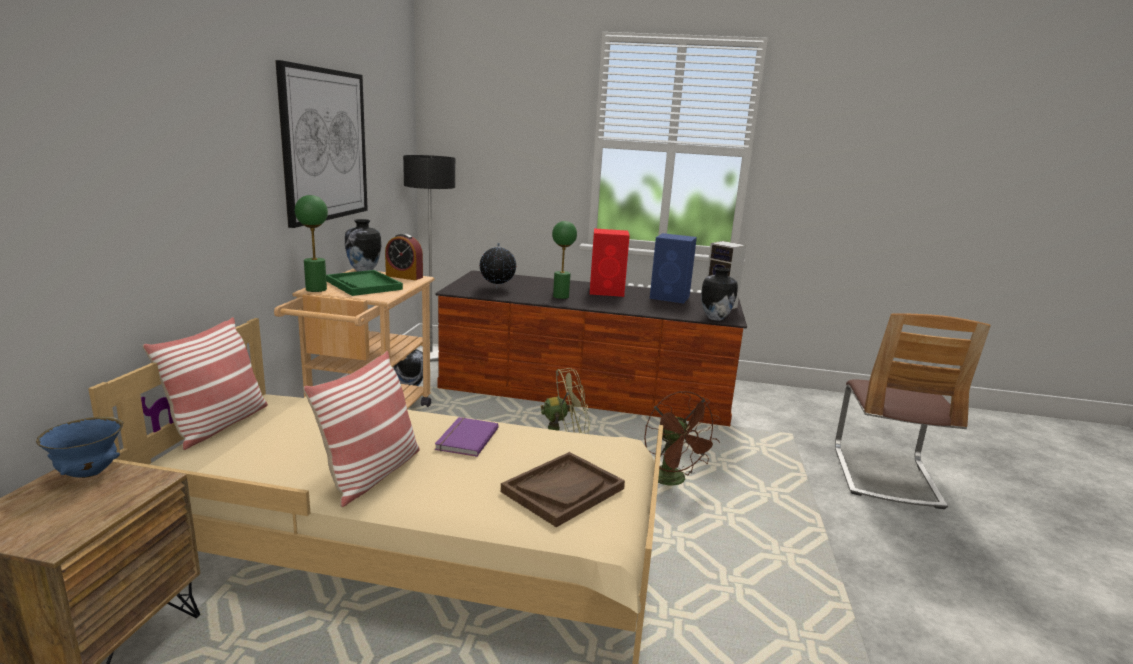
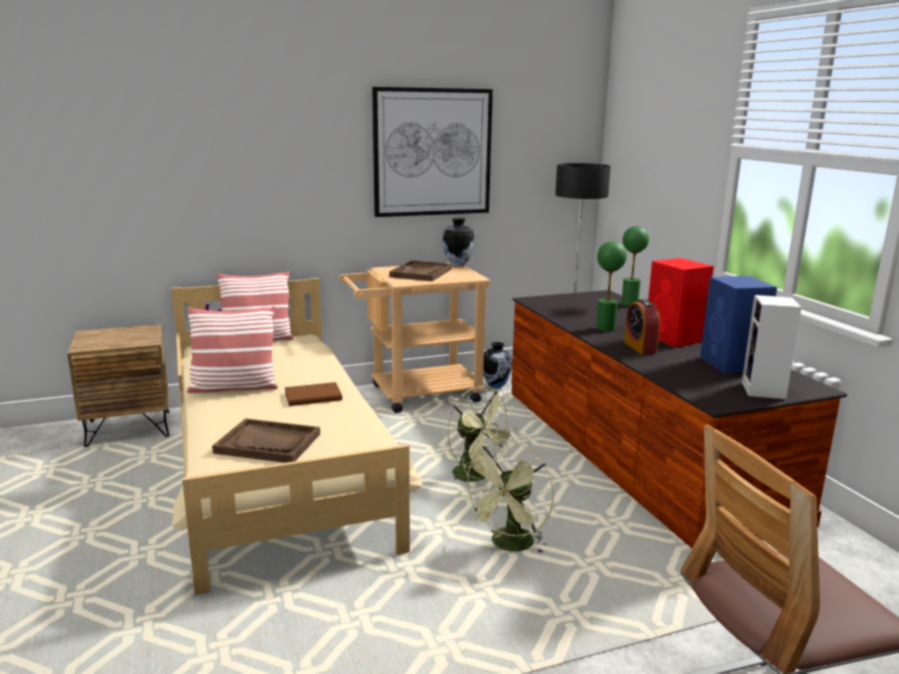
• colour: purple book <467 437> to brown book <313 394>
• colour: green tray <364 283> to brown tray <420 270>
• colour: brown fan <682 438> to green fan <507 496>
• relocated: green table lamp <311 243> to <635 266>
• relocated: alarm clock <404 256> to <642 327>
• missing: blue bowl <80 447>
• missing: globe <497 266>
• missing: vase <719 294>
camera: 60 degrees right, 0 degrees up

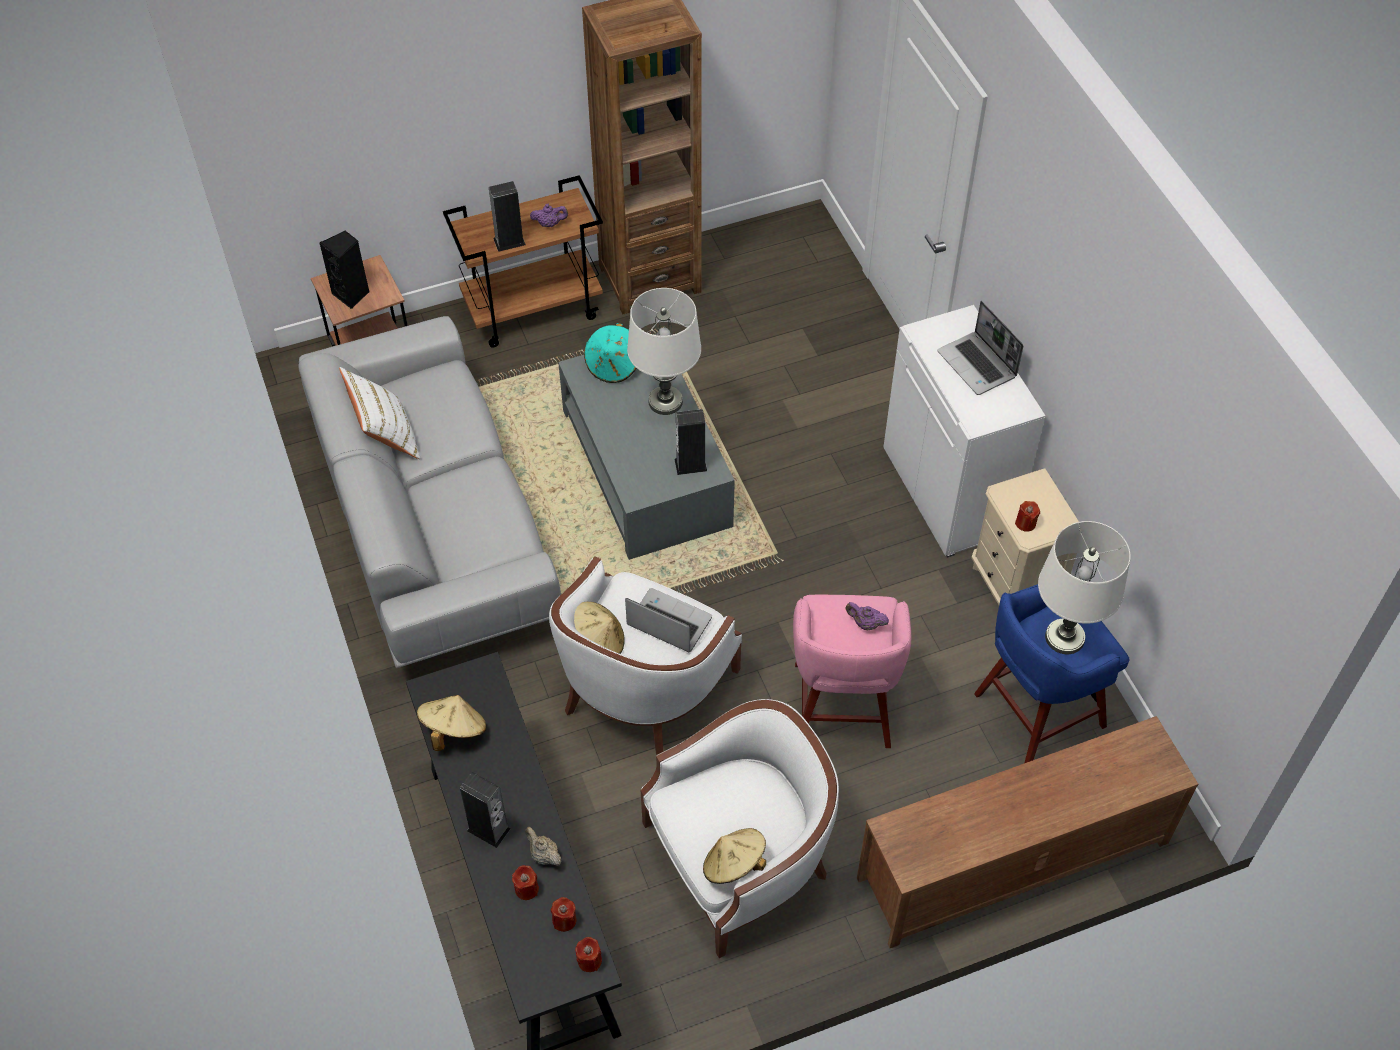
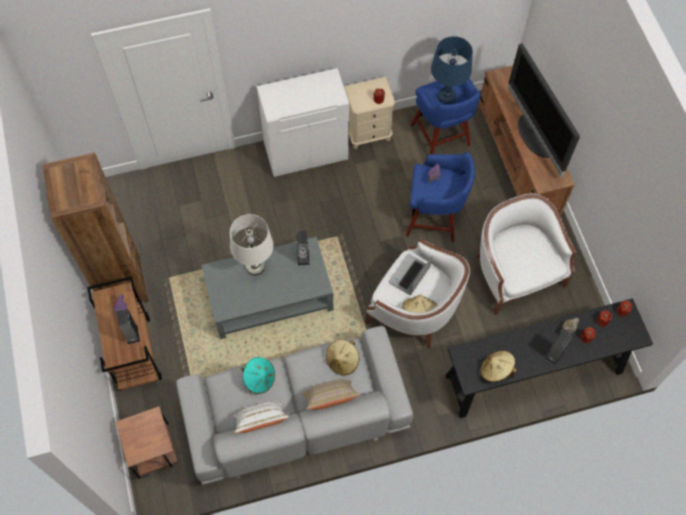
• relocated: turquoise hat <610 353> to <258 375>
• appeared: beige pillow <330 394>
• relocated: beige hat <734 856> to <342 357>
• colour: pink stool <852 671> to blue stool <440 197>
• colour: white table lamp <1084 587> to blue table lamp <452 70>
• appeared: television <544 110>
• missing: black speaker <344 270>
• missing: laptop <980 348>
camera: 85 degrees left, 10 degrees up

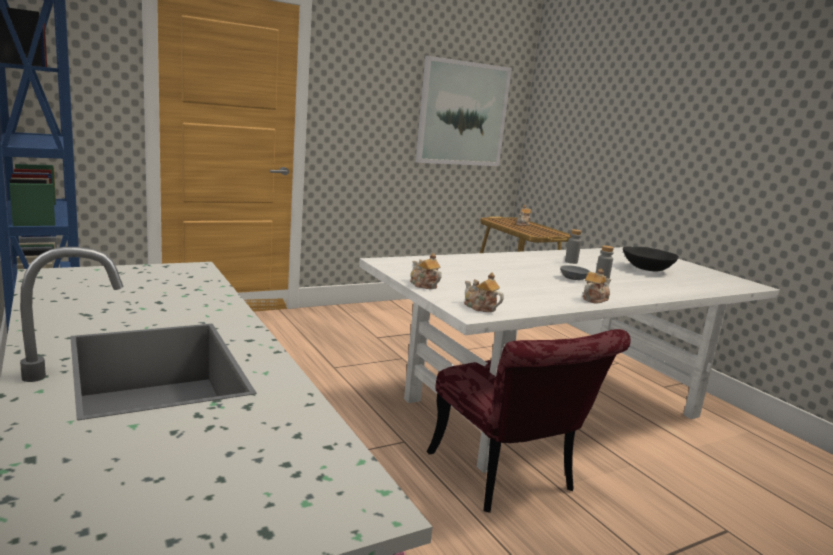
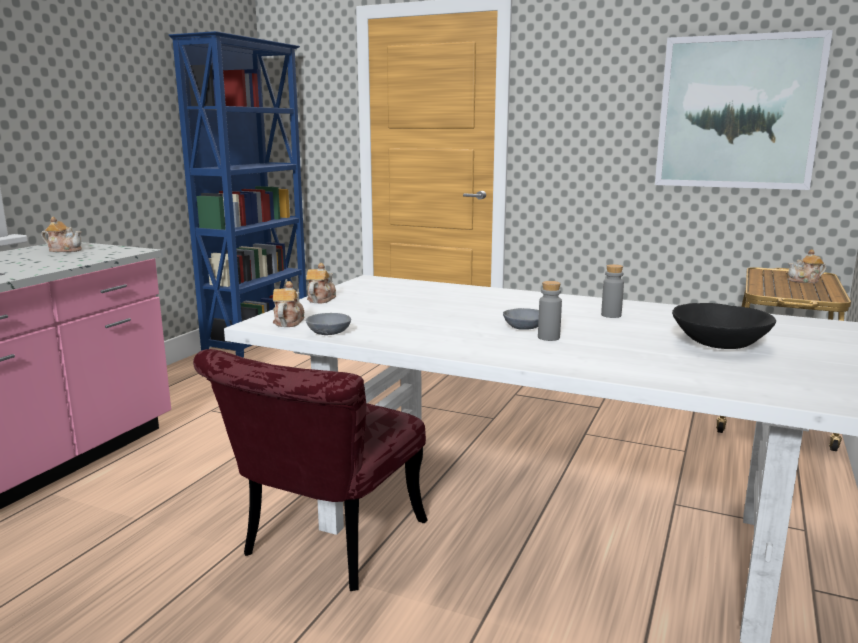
• relocated: teapot <596 285> to <61 234>
• appeared: grey bowl <328 324>
camera: 55 degrees right, 0 degrees up

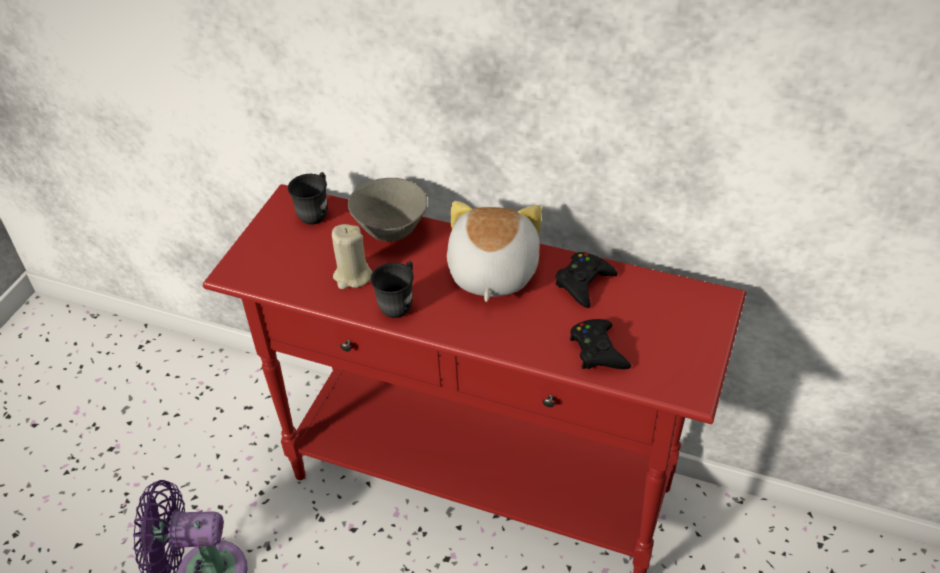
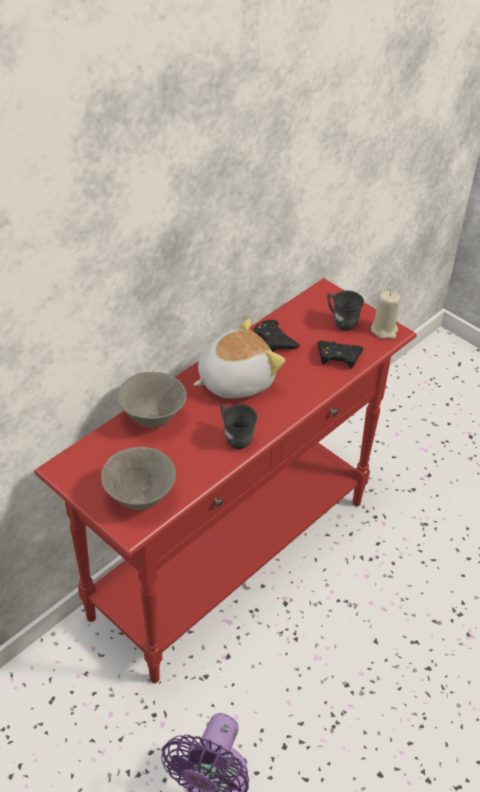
• appeared: grey bowl <138 478>
• spun: plush toy <494 251> = <239 358> 120 degrees clockwise
• relocated: grey mug <307 198> to <345 310>
• relocated: beige candle <352 256> to <386 315>
camera: 70 degrees left, 0 degrees up

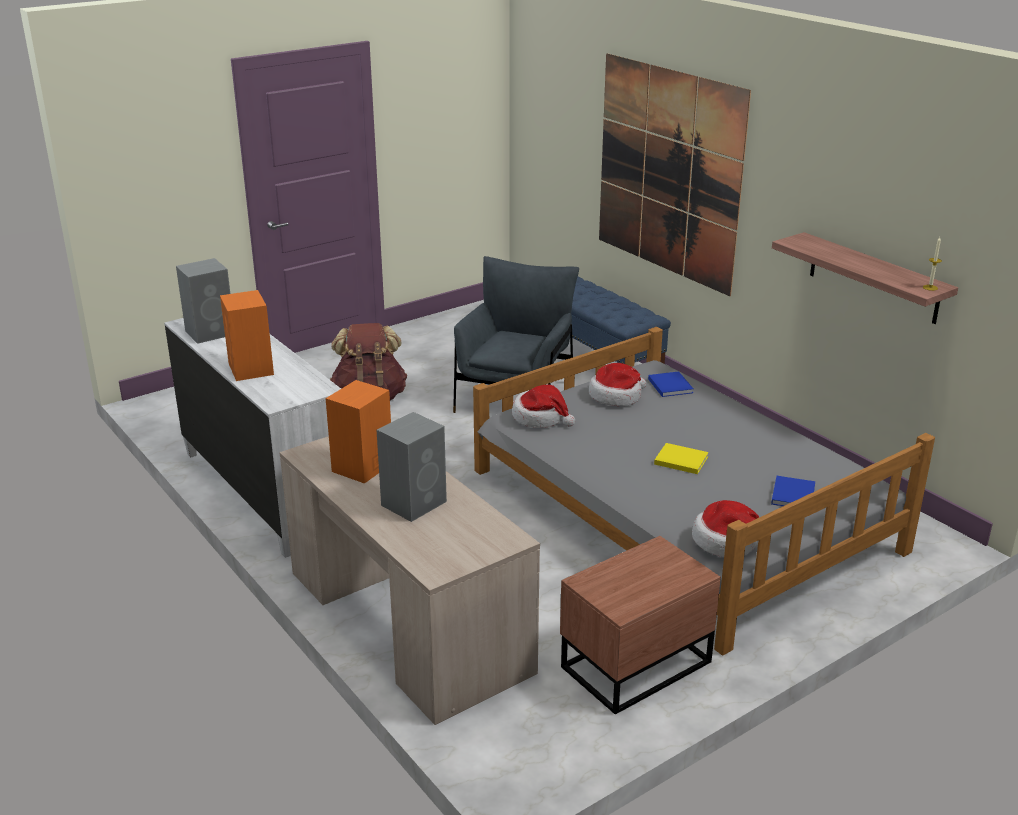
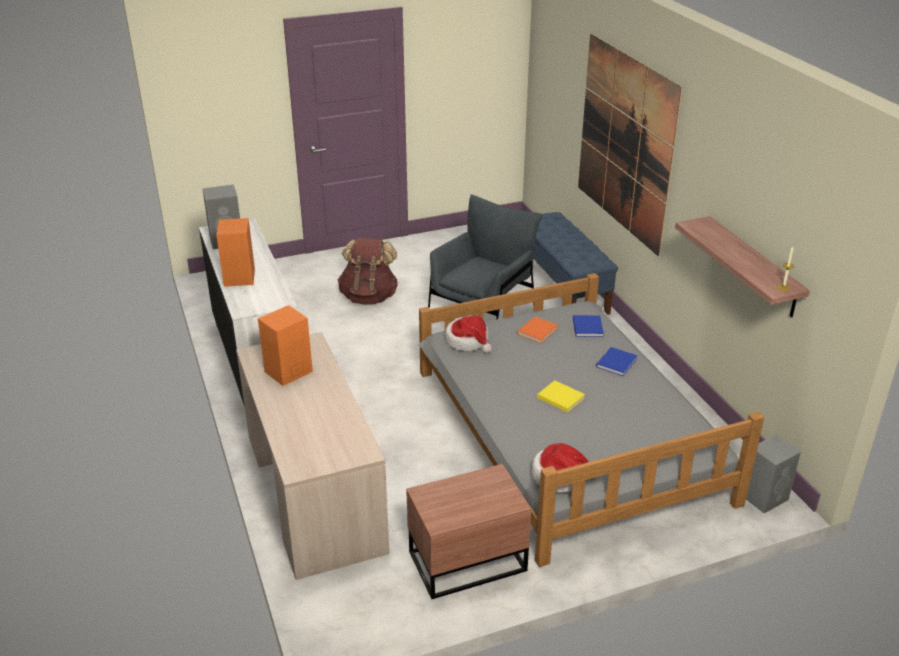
• exchanged: hat <617 384> to orange book <537 330>
• relocated: blue book <793 491> to <617 361>
• relocated: grey speaker <412 467> to <773 474>
camera: 15 degrees right, 5 degrees up

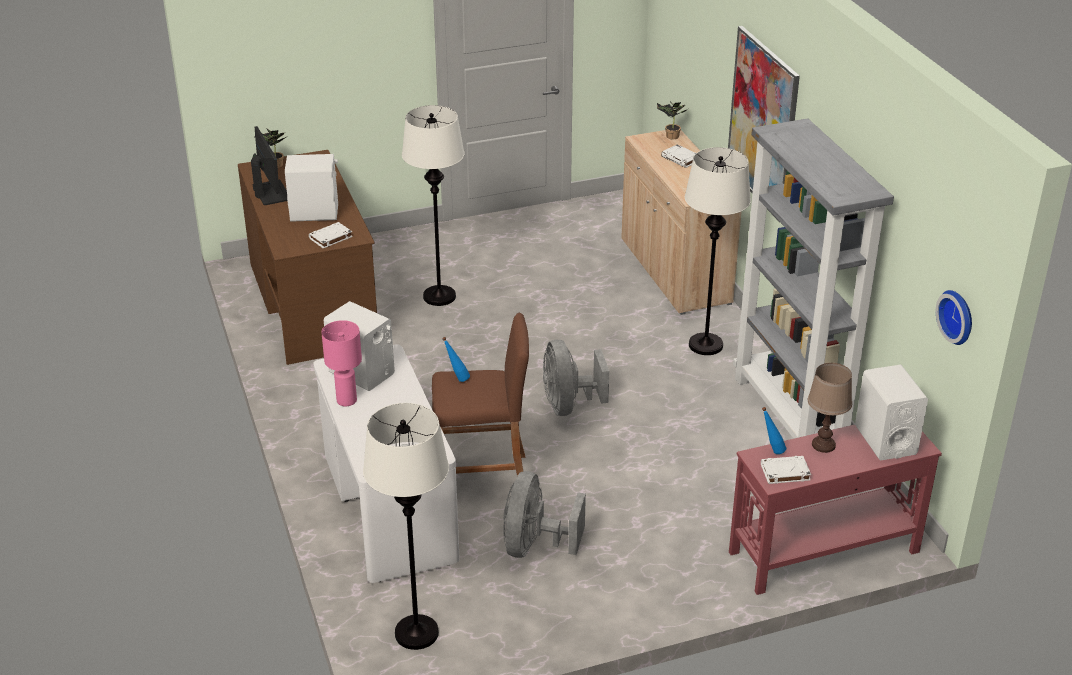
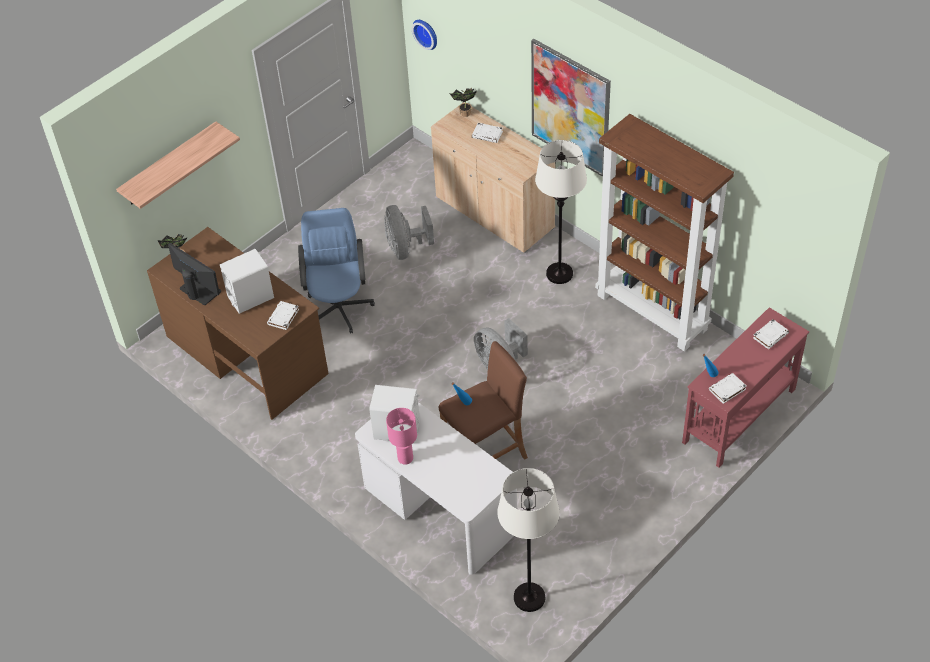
• appeared: shelf <178 165>
• exchanged: white floor lamp <433 205> to blue office chair <336 271>
• relocated: grey fan <544 514> to <409 232>
• relocated: wall clock <954 317> to <424 35>
• colour: grey bookcase <813 278> to brown bookcase <664 232>
• exchanged: white speaker <891 412> to white book <771 334>
• missing: brown table lamp <830 408>
camera: 25 degrees left, 15 degrees up

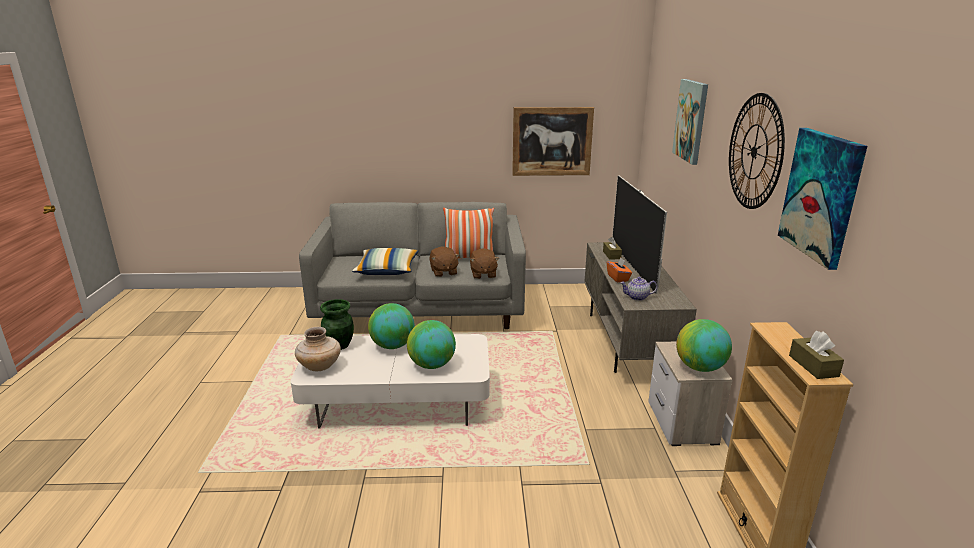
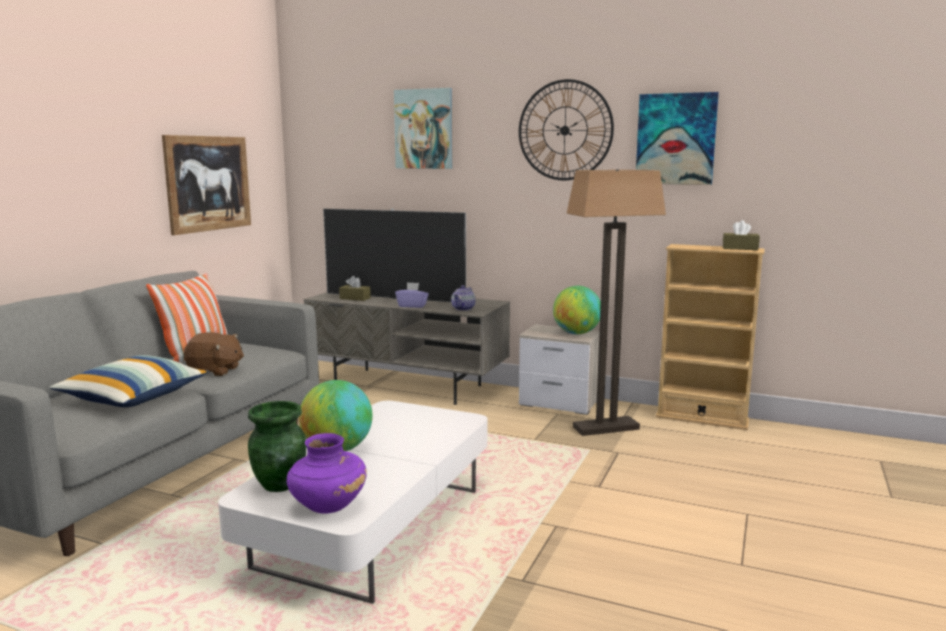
• colour: beige vase <318 349> to purple vase <327 473>
• colour: orange tissue box <619 269> to purple tissue box <412 295>
• appeared: floor lamp <616 302>
• missing: globe <431 344>
• missing: brown plush toy <484 263>
camera: 65 degrees left, 10 degrees down

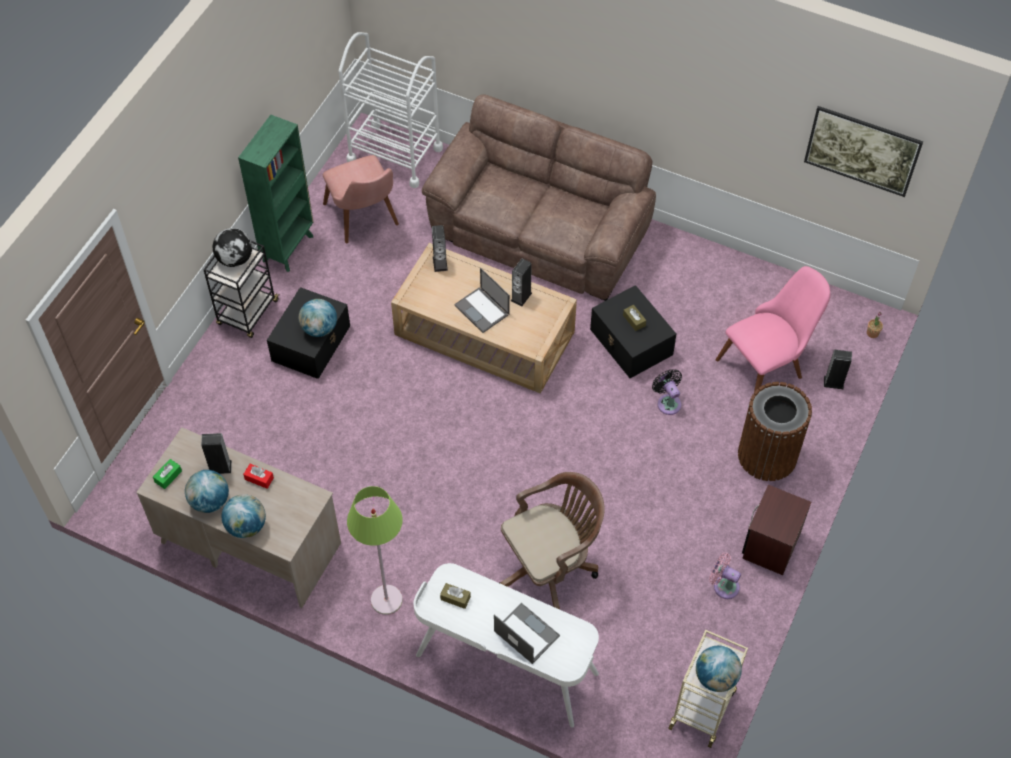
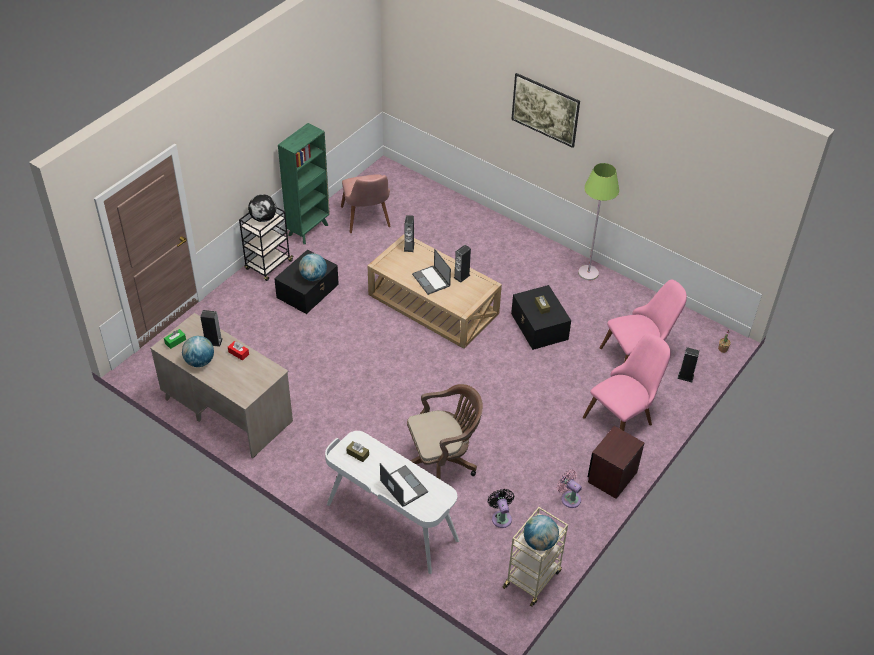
• relocated: black fan <667 392> to <501 508>
• relocated: picture <863 151> to <545 110>
• relocated: green floor lamp <375 550> to <598 221>
• exchanged: brown trash can <775 431> to pink chair <627 382>
• missing: globe <244 516>
• missing: white cart <391 110>
• missing: brown sofa <539 197>
camera: 10 degrees right, 10 degrees down

